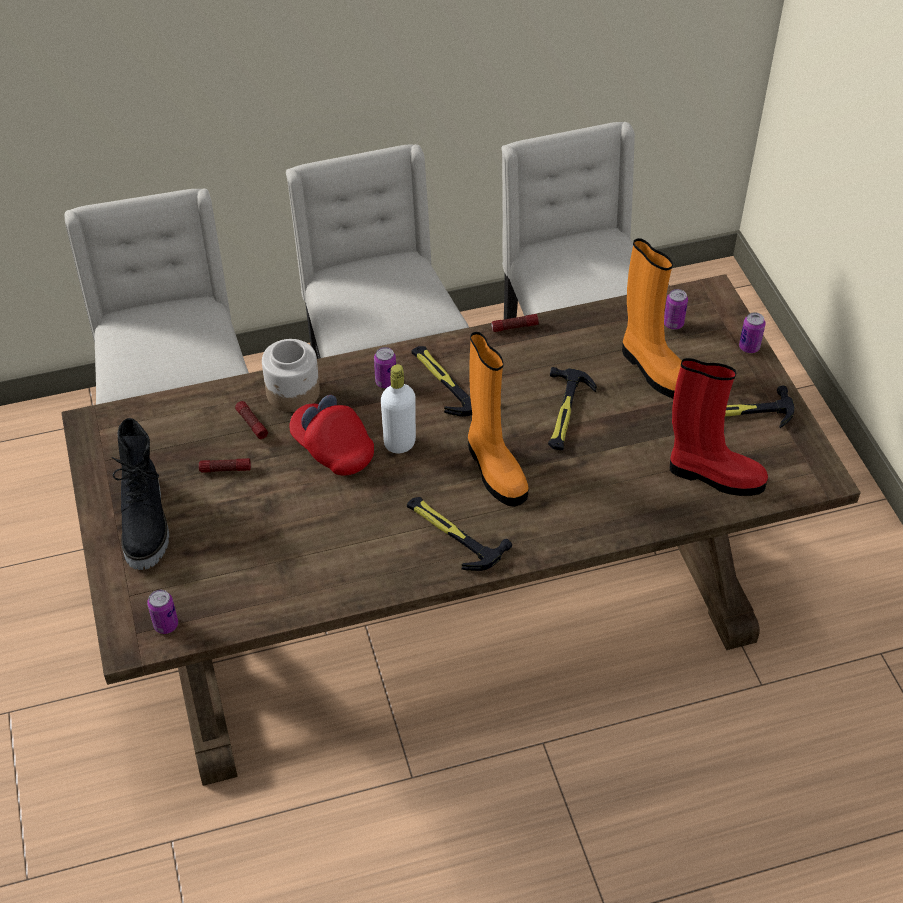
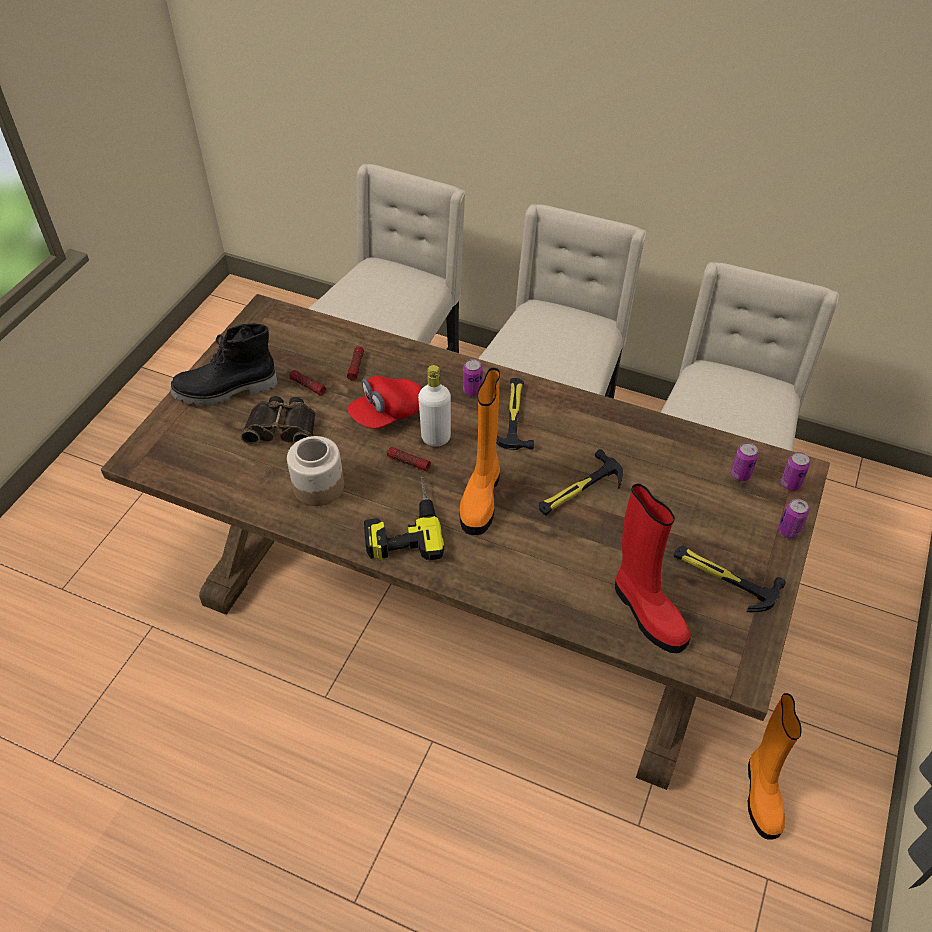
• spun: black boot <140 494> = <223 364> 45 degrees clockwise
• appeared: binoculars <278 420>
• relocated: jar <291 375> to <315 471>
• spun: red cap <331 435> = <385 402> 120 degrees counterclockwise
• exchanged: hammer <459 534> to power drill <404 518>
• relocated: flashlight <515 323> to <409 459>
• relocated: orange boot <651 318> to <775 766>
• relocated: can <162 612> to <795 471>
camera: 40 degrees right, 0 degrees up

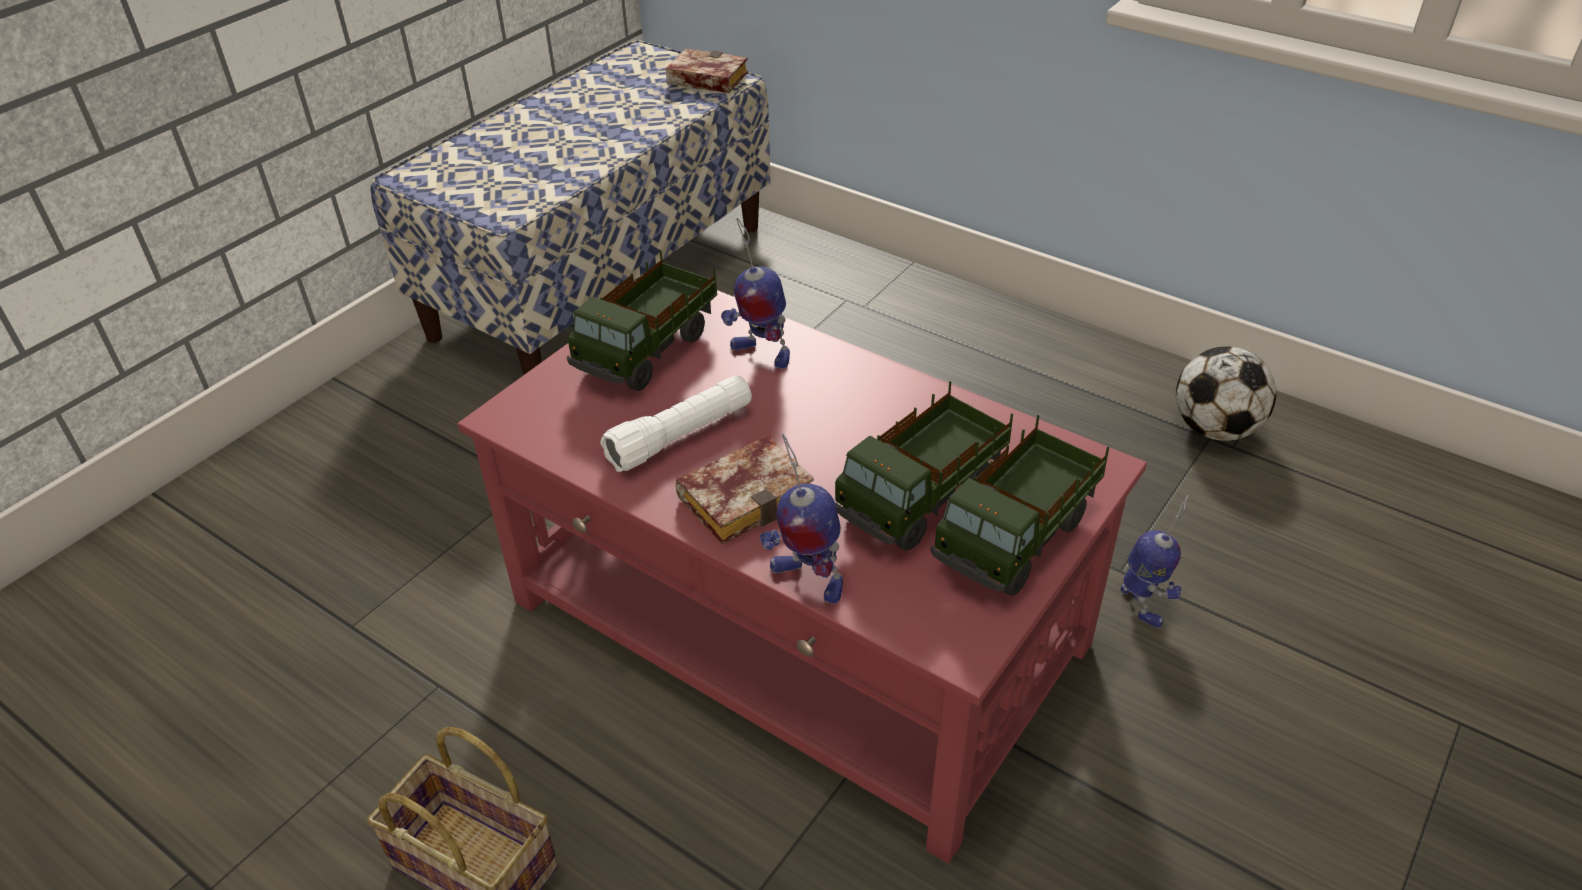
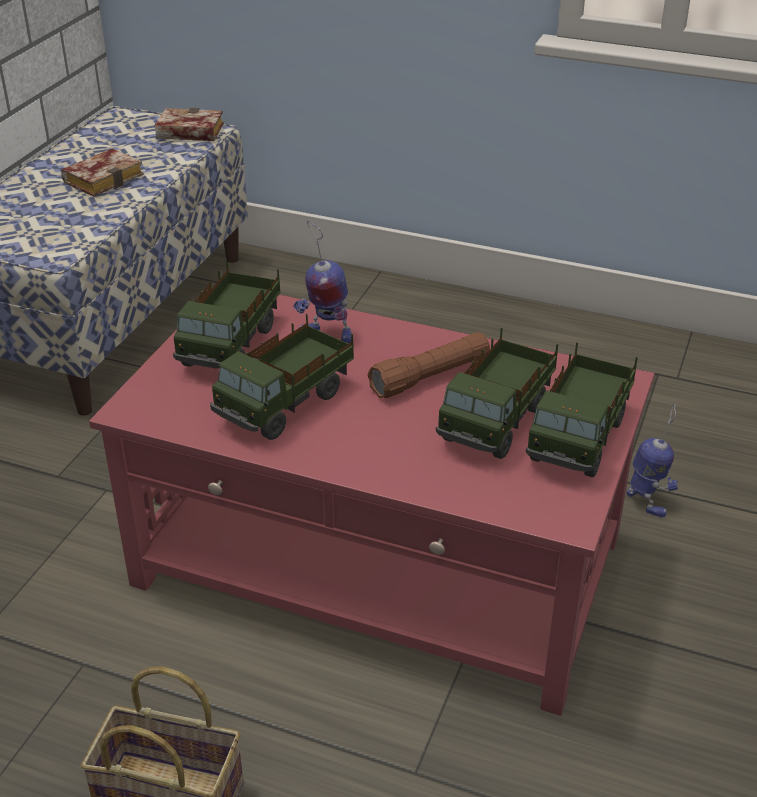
• relocated: book <745 489> to <102 173>
• exchanged: white flashlight <676 423> to toy truck <282 377>
• appeared: brown flashlight <429 365>
• missing: toy robot <801 519>
• missing: football <1226 393>
camera: 15 degrees left, 5 degrees down

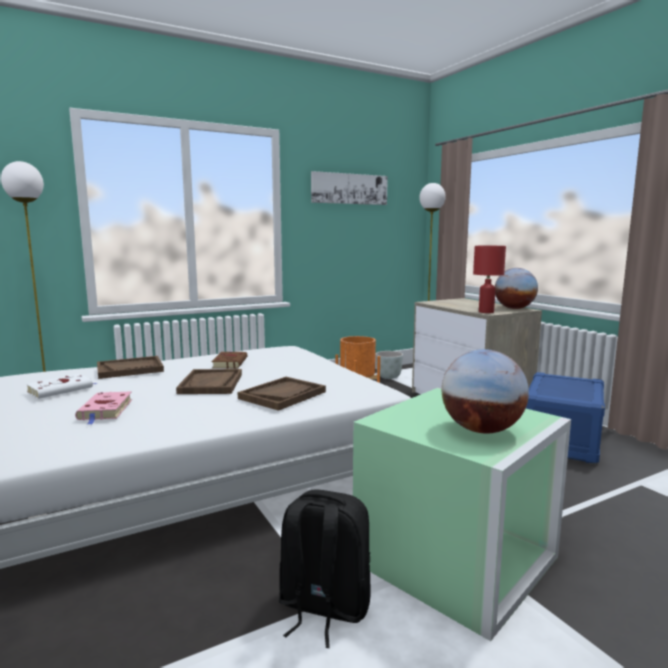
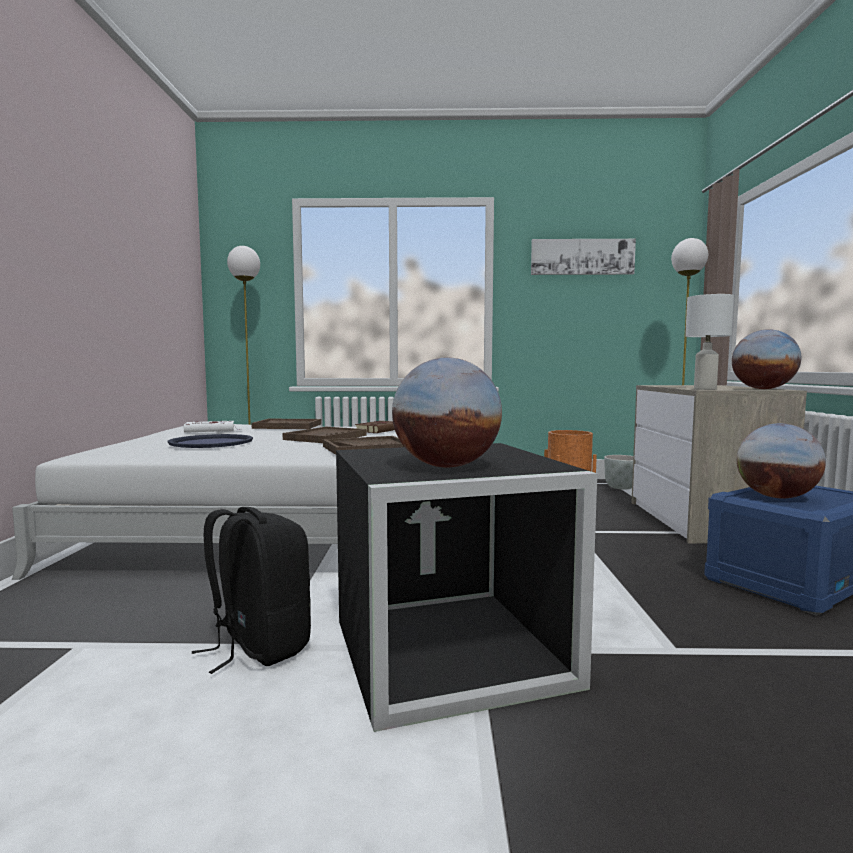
• exchanged: pink book <103 408> to blue tray <210 441>
• colour: green storage box <462 514> to black storage box <466 587>
• colour: red table lamp <489 279> to white table lamp <709 342>
• appeared: globe <781 461>
camera: 30 degrees right, 5 degrees down

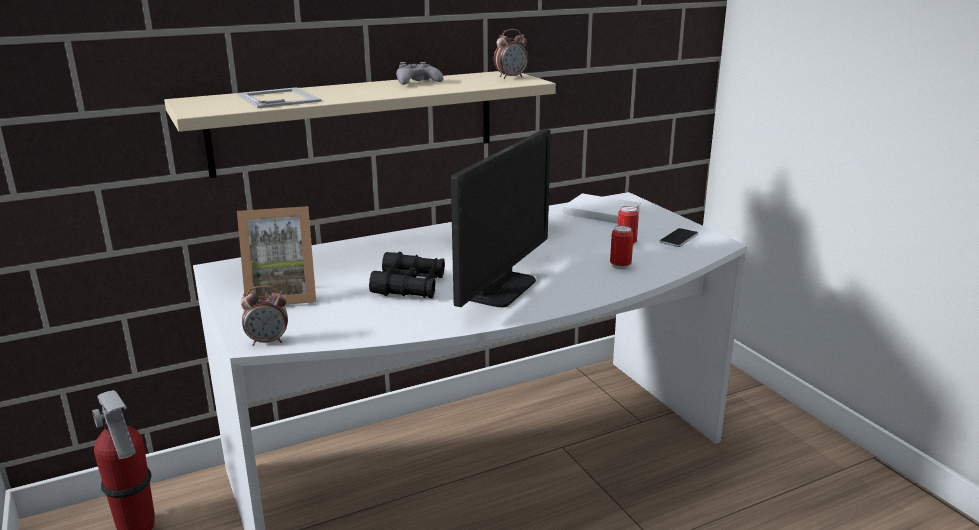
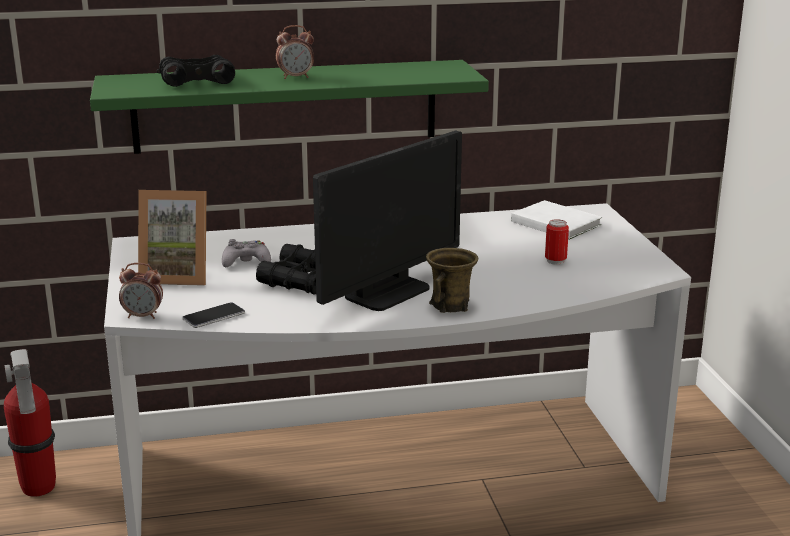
• colour: beige shelf <360 124> to green shelf <289 107>
• exchanged: picture frame <279 97> to black binoculars <196 71>
• relocated: phone <679 237> to <213 315>
• relocated: grey game controller <419 73> to <246 253>
• relocated: alarm clock <511 54> to <295 52>
• appeared: brown mug <452 280>
• missing: can <622 247>
camera: 15 degrees right, 0 degrees up

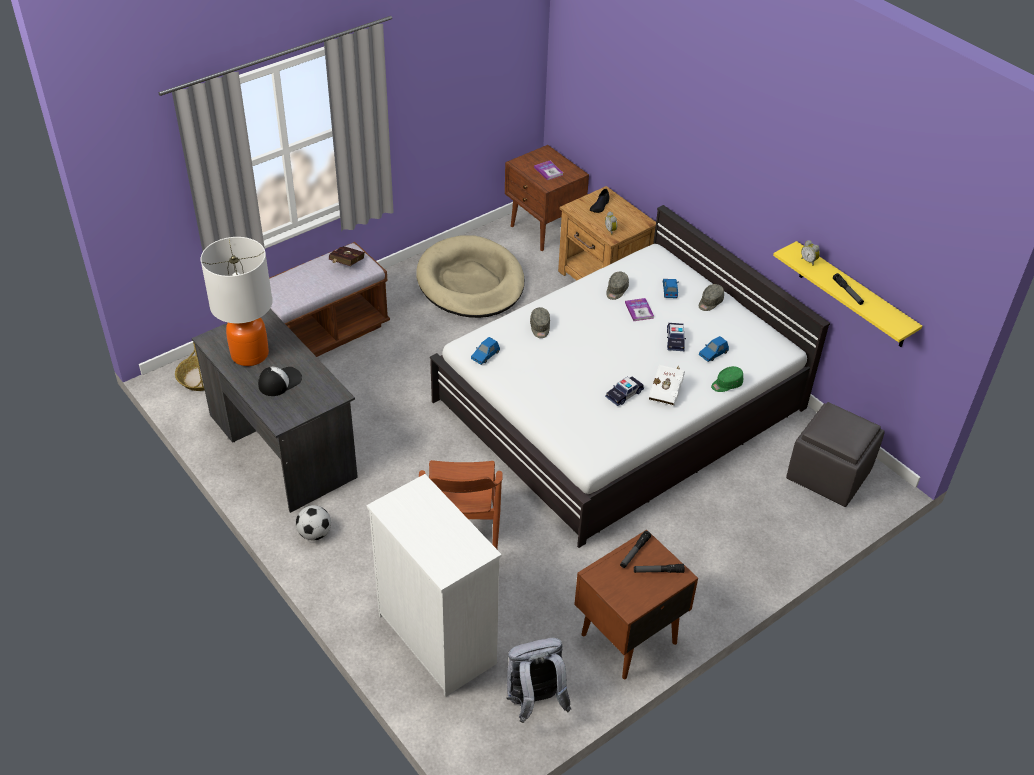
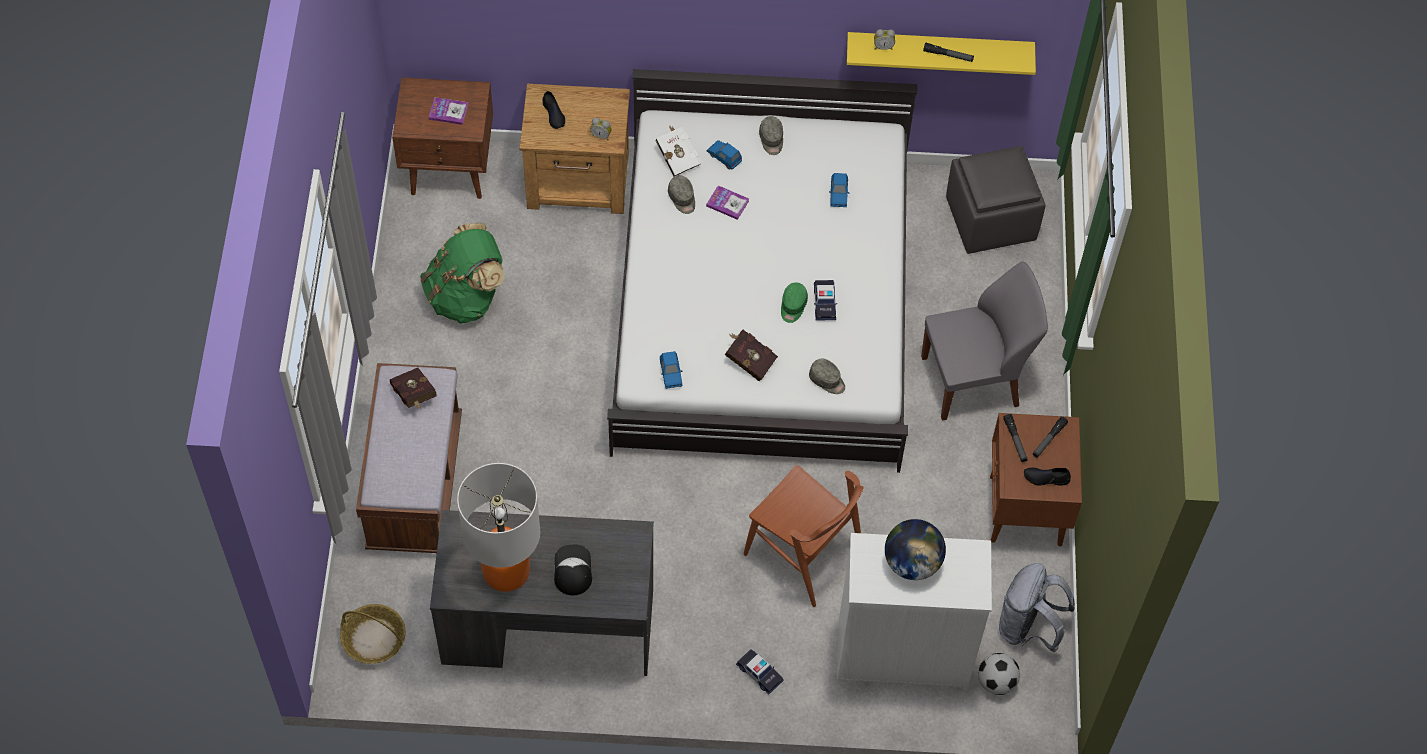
• exchanged: beige dog bed <470 276> to green backpack <462 273>
• relocated: white book <667 385> to <678 151>
• appeared: red book <751 355>
• relocated: toy car <676 337> to <760 672>
• relocated: green cap <727 379> to <794 302>
• relocated: grey cap <540 322> to <827 376>
• appeared: globe <915 549>
• appeared: grey chair <984 341>
• relocated: football <313 522> to <999 674>
• appeared: black shoe <1047 477>
camera: 50 degrees left, 15 degrees up

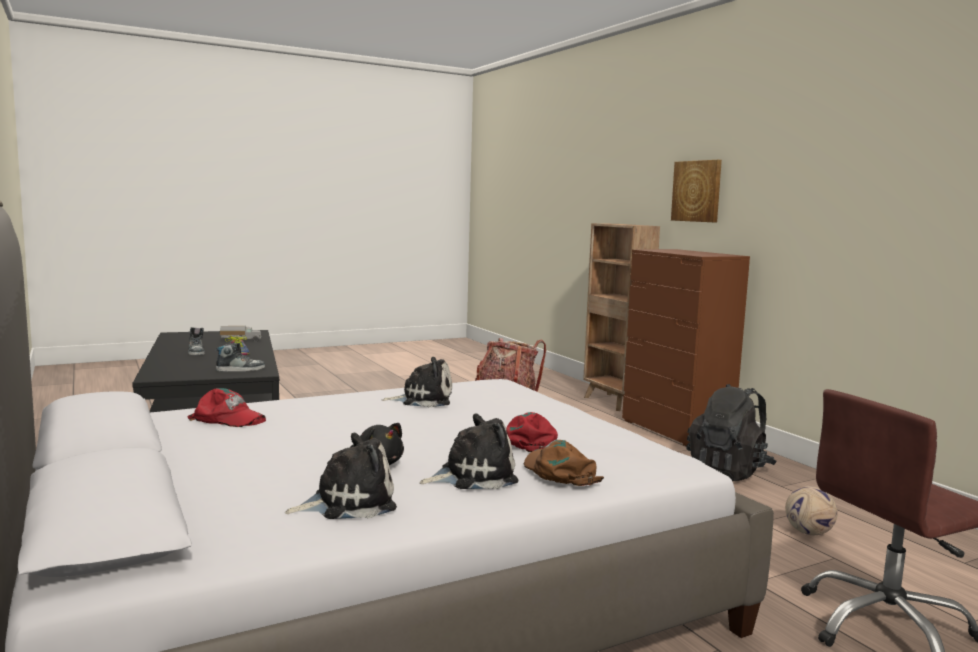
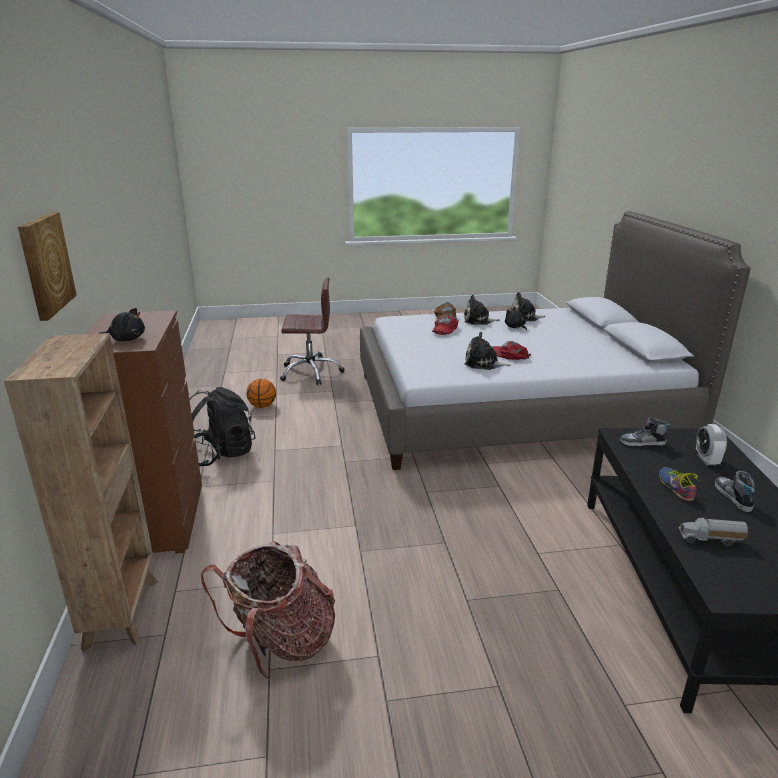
• appeared: black plush toy <121 324>
• exchanged: football <811 510> to basketball <261 393>
• relocated: red cap <226 407> to <512 350>
• appeared: alarm clock <711 444>
camera: 160 degrees left, 15 degrees up

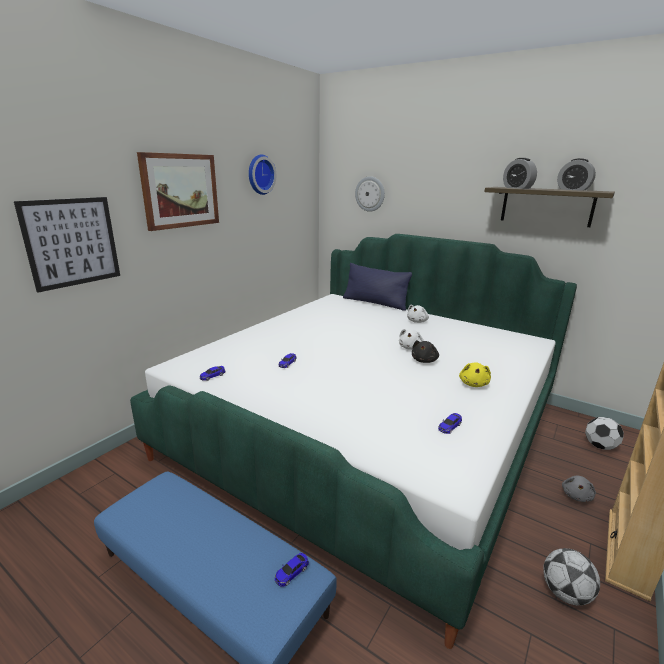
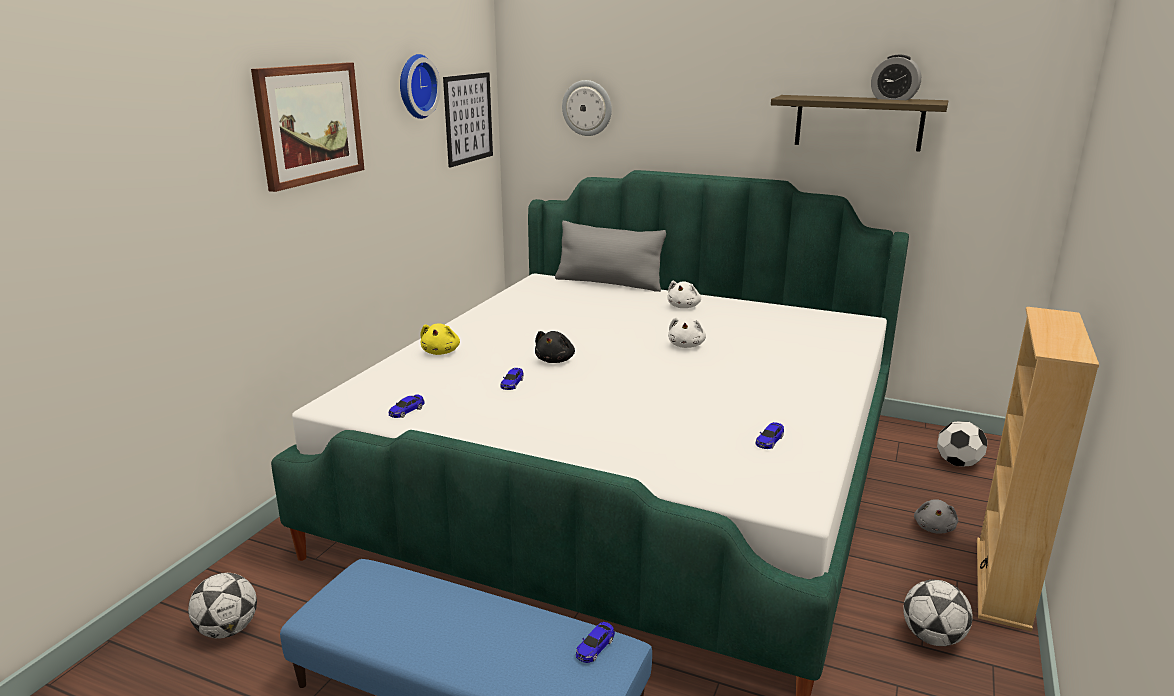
• appeared: football <222 605>
• relocated: yellow plush toy <475 374> to <440 339>
• relocated: picture <67 245> to <468 119>
• relocated: black plush toy <425 351> to <555 347>
• colour: blue pillow <377 287> to grey pillow <610 256>
• missing: alarm clock <520 173>
camera: 10 degrees left, 0 degrees up

